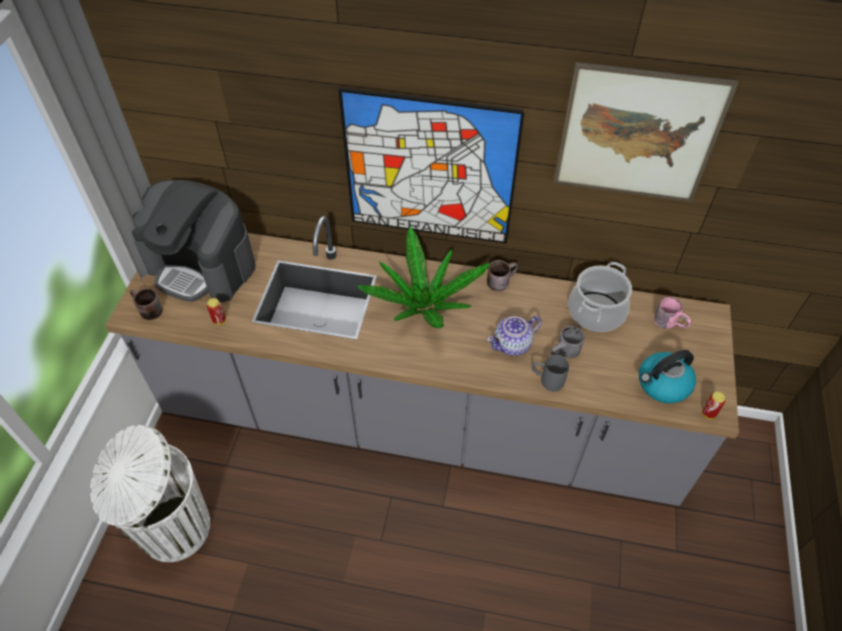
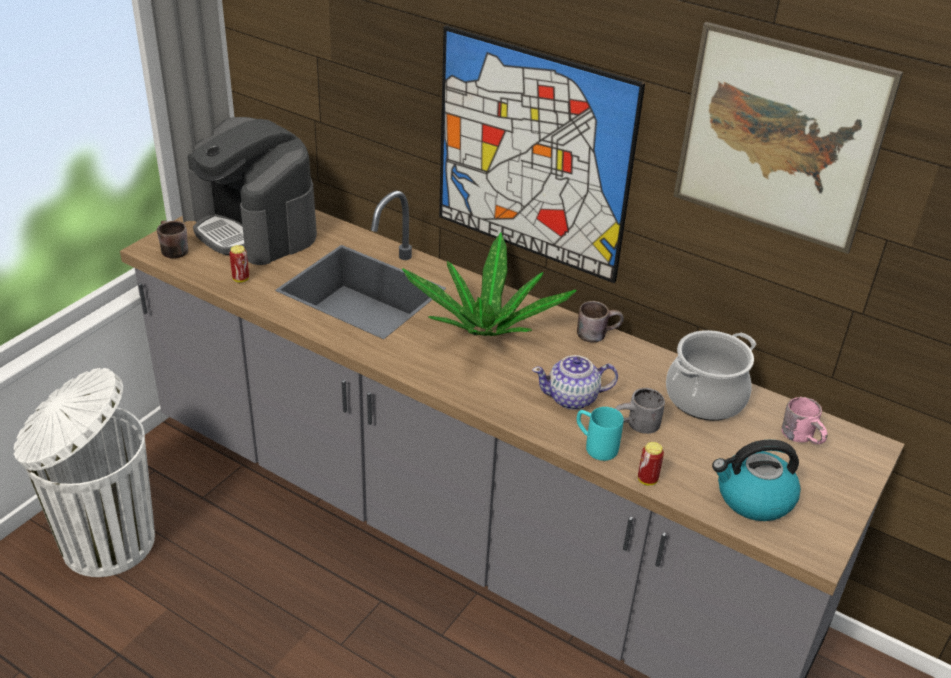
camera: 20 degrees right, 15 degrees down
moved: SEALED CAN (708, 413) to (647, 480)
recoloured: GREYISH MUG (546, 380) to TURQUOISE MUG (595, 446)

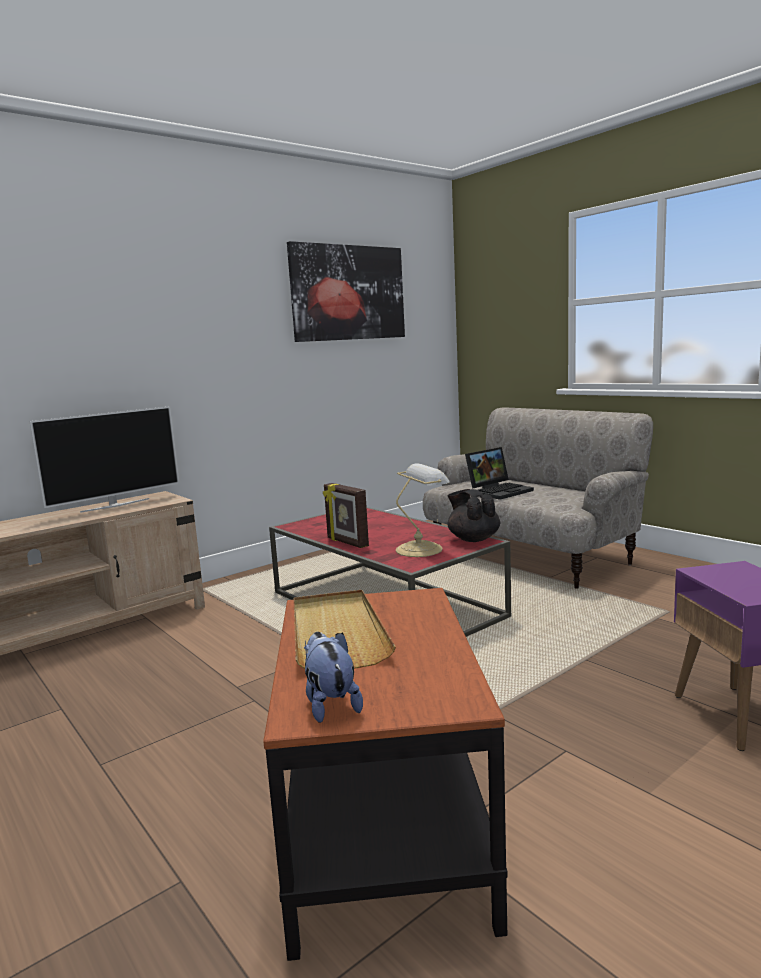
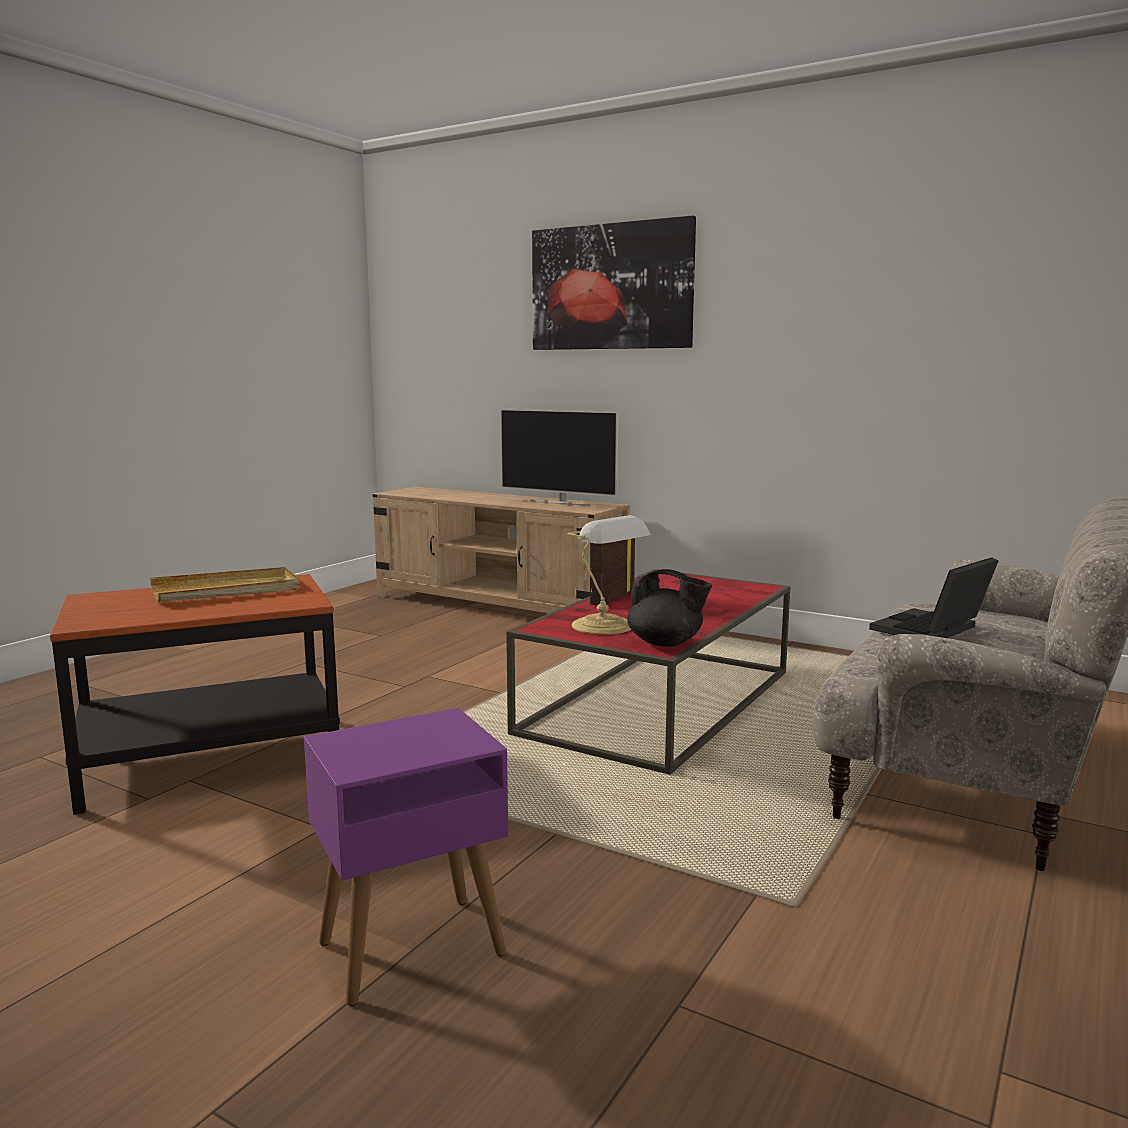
camera: 70 degrees right, 0 degrees up
removed: SOFT TOY (330, 704)
moved: WALL PICTURE (348, 293) to (611, 287)
turned: BLACK-COLOURED POT FOR TEA (473, 539) = (666, 643) 75 degrees clockwise; PORTABLE COMPUTER (499, 491) = (931, 630) 105 degrees clockwise

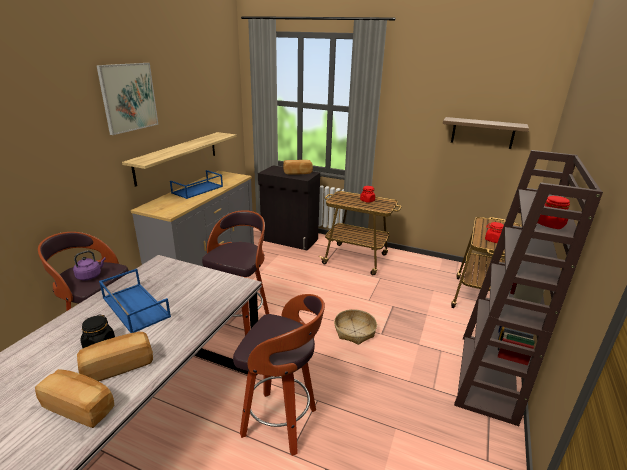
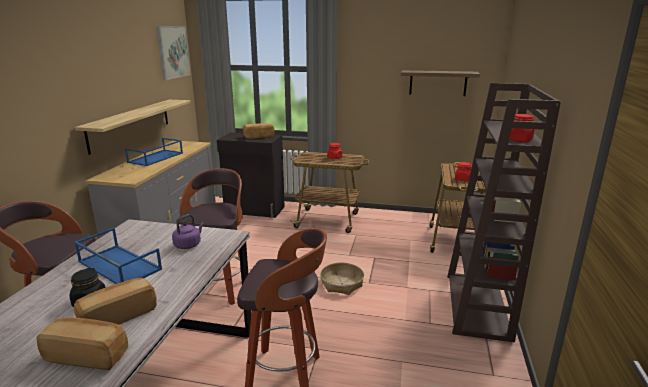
camera: 10 degrees left, 5 degrees down
moved: WALL PICTURE (129, 97) to (173, 52); PURPLE TEA KETTLE (90, 276) to (188, 244)

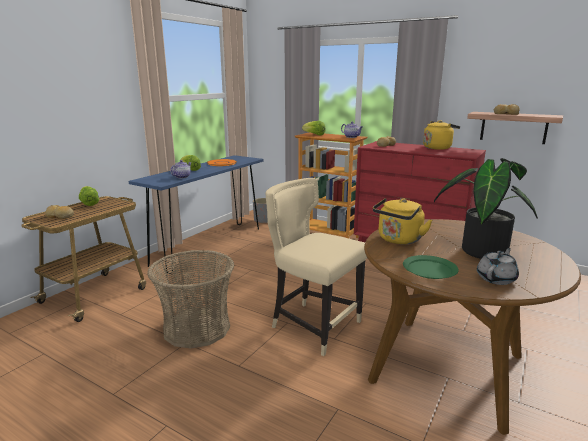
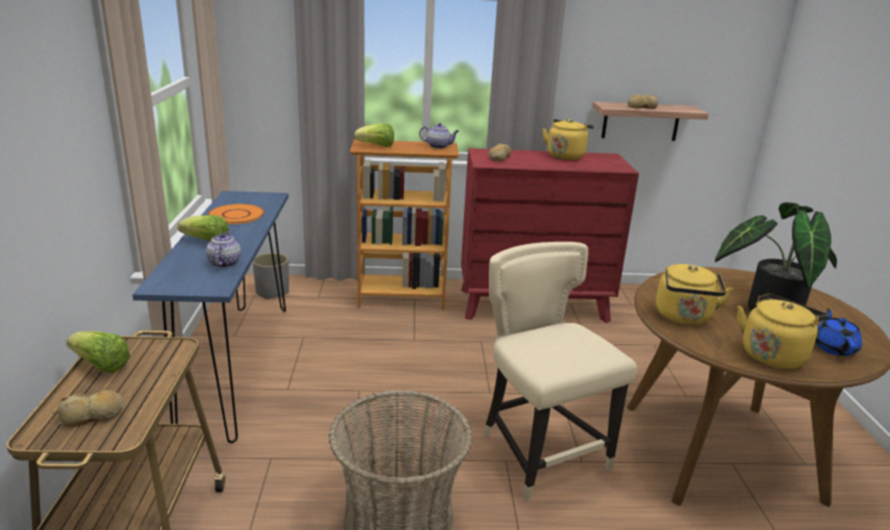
camera: 35 degrees left, 5 degrees up
replaced: GREEN PLATE (430, 269) to YELLOW TEA KETTLE (773, 355)
recoloured: GREYISH POT FOR TEA (496, 278) to BLUE-COLOURED POT FOR TEA (833, 347)
turned: BEIGE UPRIGHT CHAIR (313, 325) = (540, 452) 60 degrees clockwise

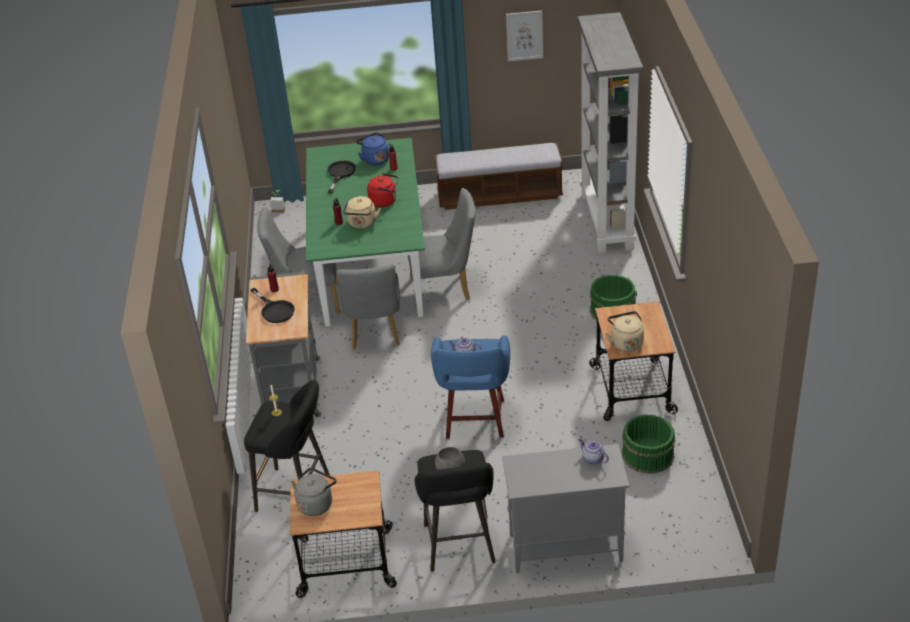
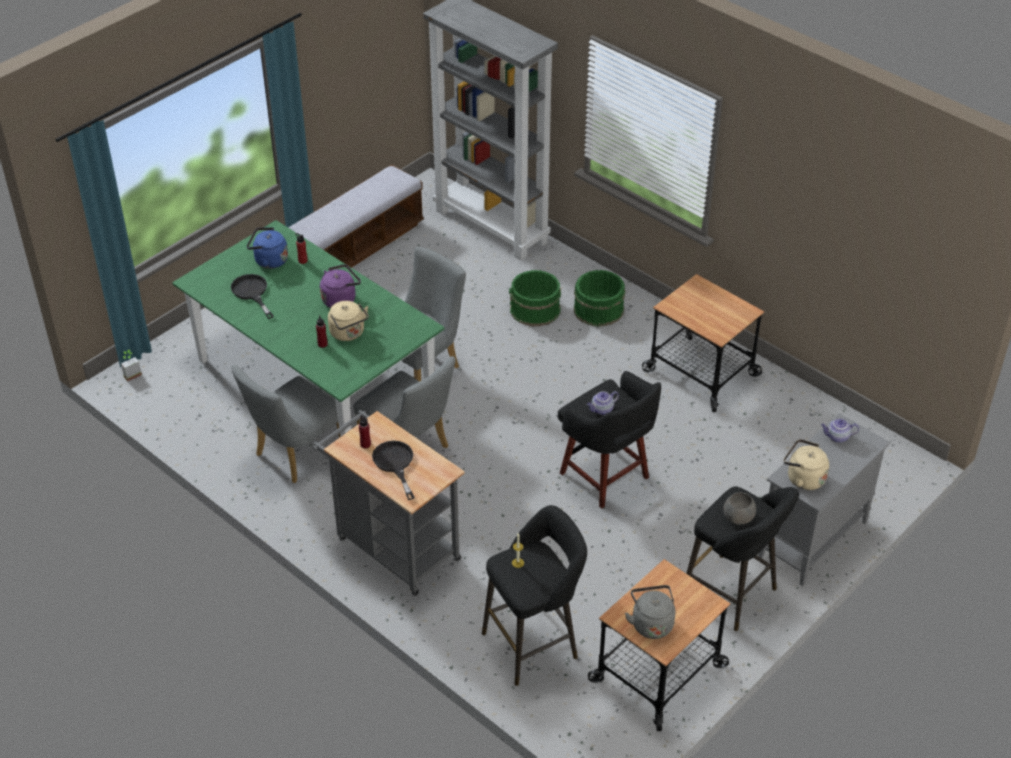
camera: 45 degrees left, 5 degrees up
removed: WALL PICTURE (524, 35)
moved: GREEN PAIL (647, 455) to (535, 310); BEIGE TEA KETTLE (625, 342) to (803, 478)
recoloured: RED-COLOURED TEA KETTLE (385, 201) to PURPLE TEA KETTLE (340, 299); BLUE-COLOURED STOOL SEAT (475, 421) to BLACK-COLOURED STOOL SEAT (606, 477)
turned: BLACK-COLOURED FRYING PAN (275, 310) = (395, 464) 120 degrees counterclockwise

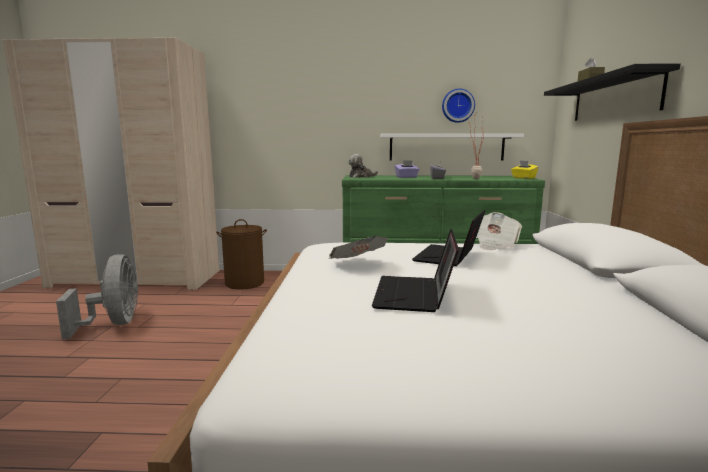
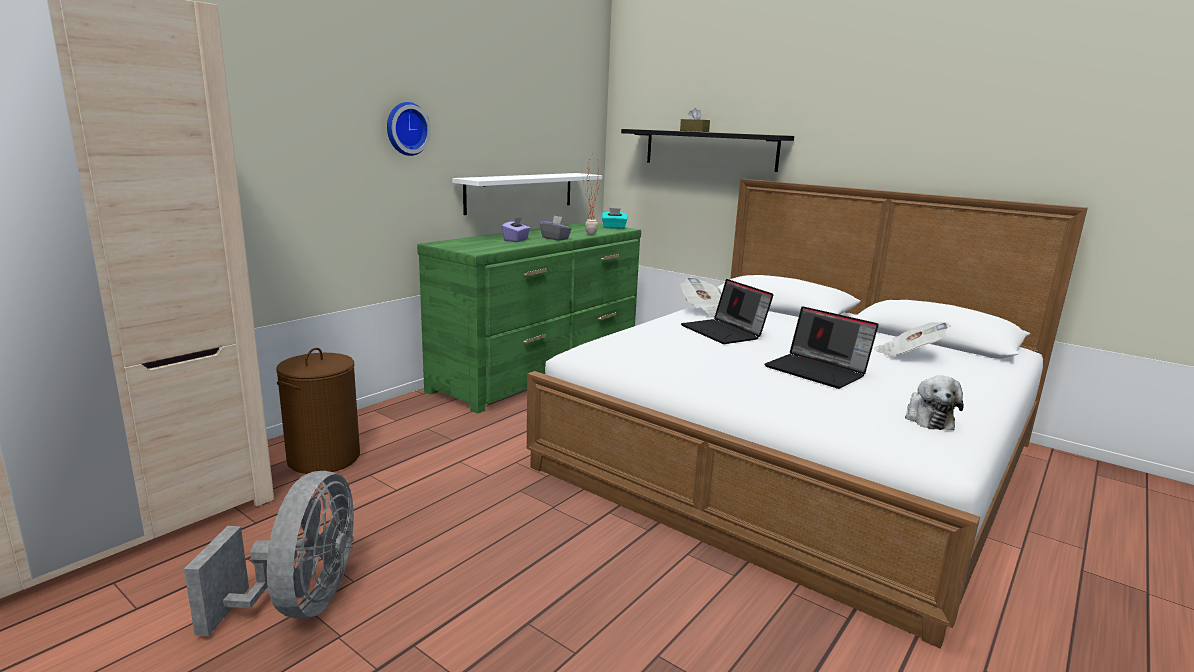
camera: 55 degrees left, 5 degrees up
moved: HANGING CLOCK (457, 105) to (406, 129); NEWSPAPER (357, 264) to (908, 355); SOFT TOY (361, 176) to (928, 418)
recoloured: YELLOW BOX OF TISSUES (523, 178) to TURQUOISE BOX OF TISSUES (614, 227)
turned: GREYISH FAN (113, 324) = (299, 603) 75 degrees clockwise

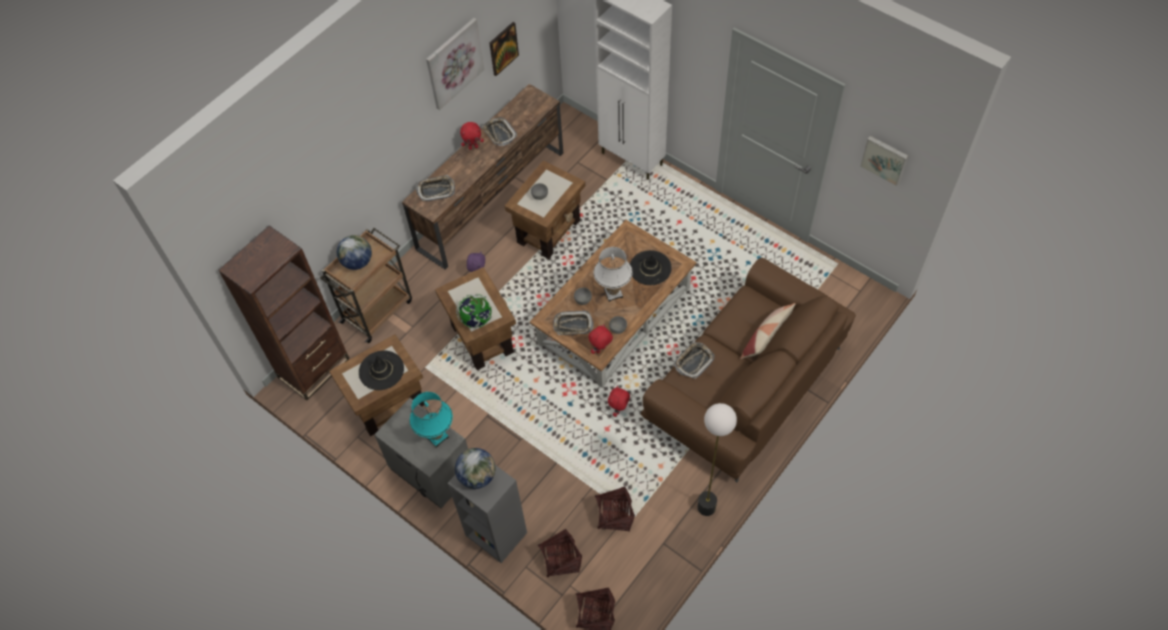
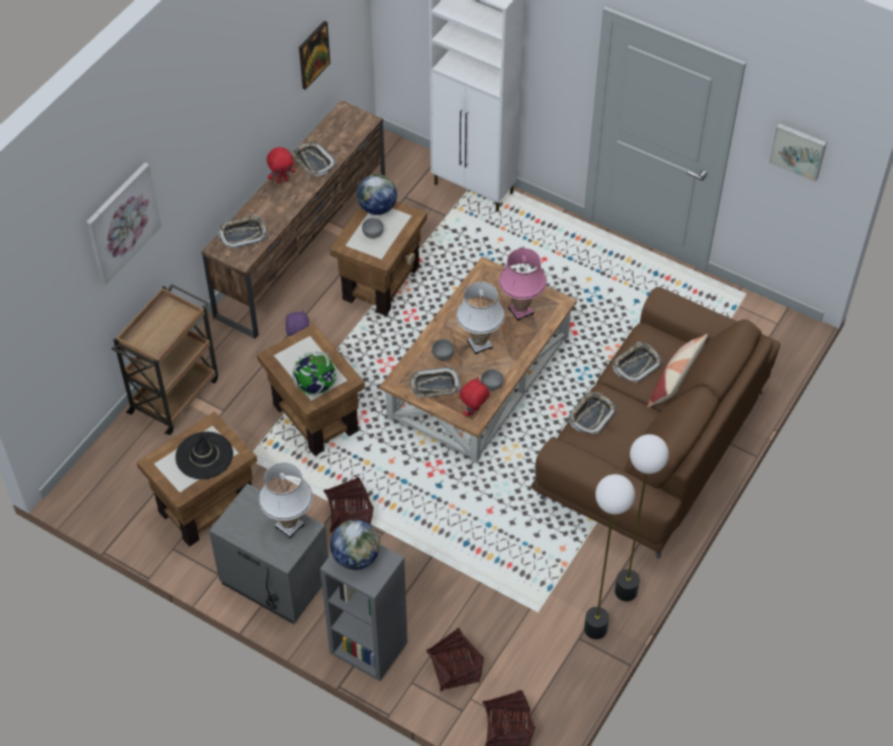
camera: 10 degrees left, 5 degrees down
removed: BROWN-COLOURED SHELVING UNIT (314, 368); RED-COLOURED SOFT TOY (619, 410)
added: FLOOR LAMP (595, 629); TRAY (636, 364)
moved: WALL PICTURE (454, 63) to (122, 222); HOUSEHOLD BASKET (614, 516) to (349, 516); GLOBE (357, 262) to (377, 208)
replaced: BLACK-COLOURED WEARABLE HAT (650, 268) to PINK-COLOURED TABLETOP LAMP (521, 311)
recoloured: TURQUOISE TABLETOP LAMP (437, 437) to WHITE-COLOURED TABLETOP LAMP (289, 526)

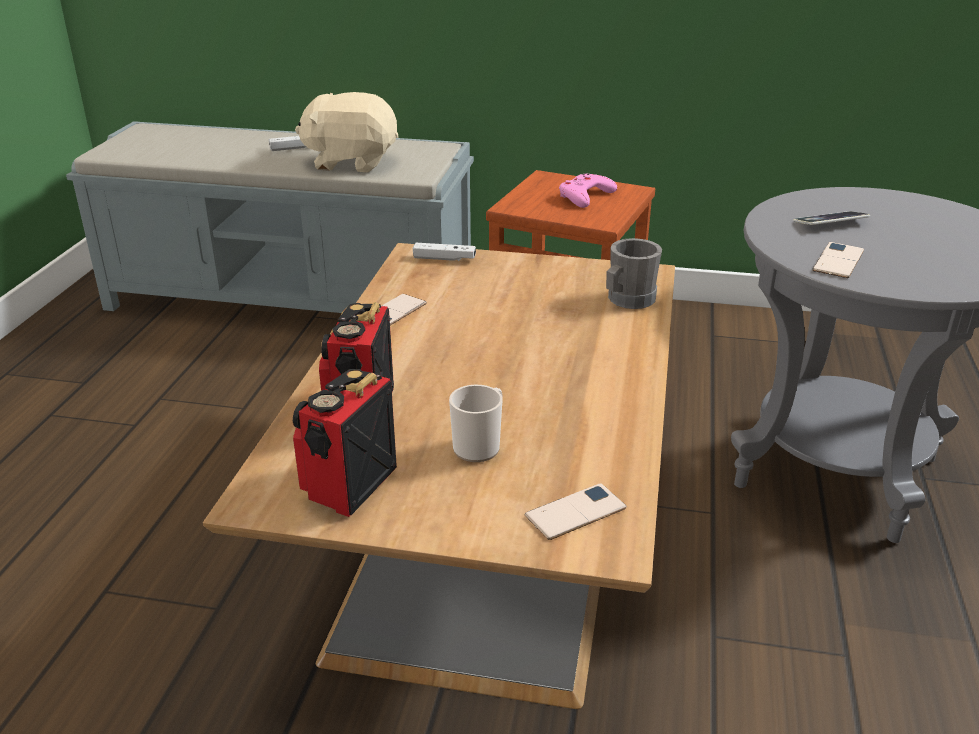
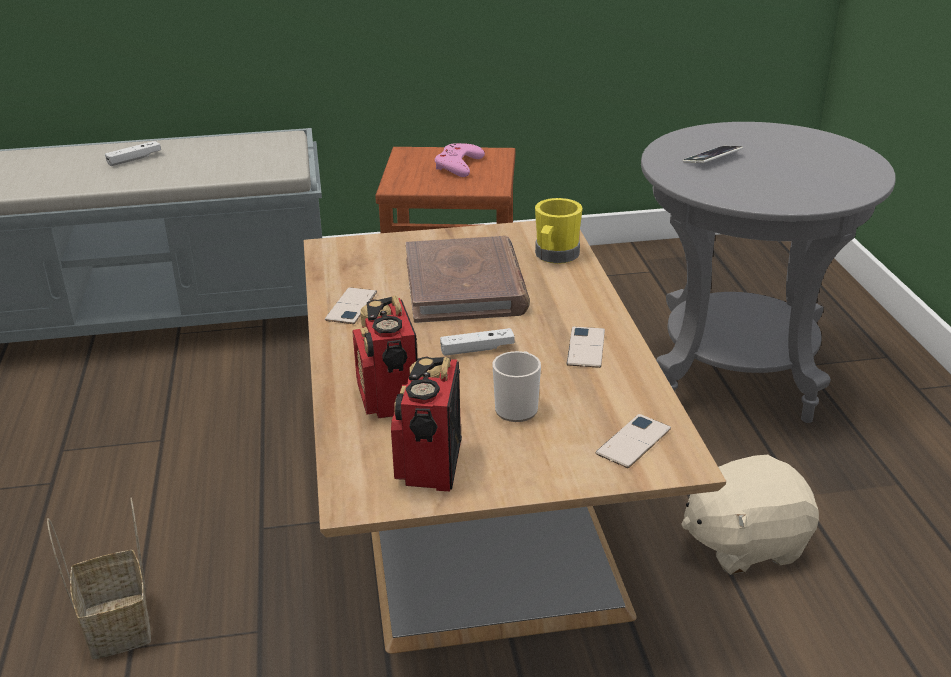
camera: 20 degrees left, 0 degrees up
added: HOUSEHOLD BASKET (119, 627); BROWN-COLOURED BOUND BOOK (465, 286)
moved: WHITE-COLOURED JOYPAD (444, 258) to (477, 349); PHONE (838, 261) to (586, 348); BEIGE SOFT TOY (351, 162) to (744, 543)
recoloured: GREYISH MUG (627, 300) to YELLOW MUG (555, 256)

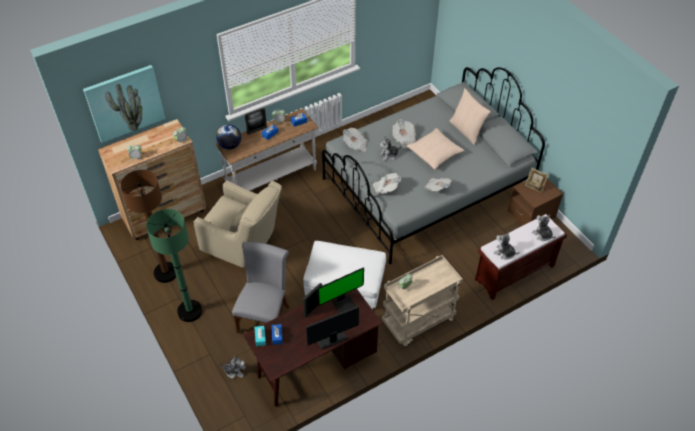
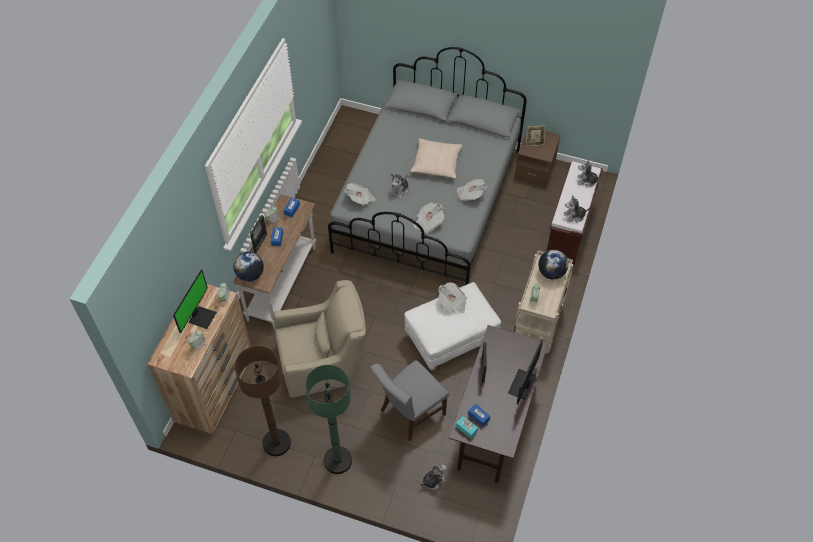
camera: 40 degrees left, 5 degrees up
removed: WALL PICTURE (125, 103); BEIGE CUSHION (467, 130)
added: GLOBE (551, 273)
moved: COMPUTER SCREEN (344, 304) to (201, 317); NEWSPAPER (404, 138) to (452, 303)
turned: GREYISH UPRIGHT CHAIR (265, 316) = (409, 414) 105 degrees counterclockwise

